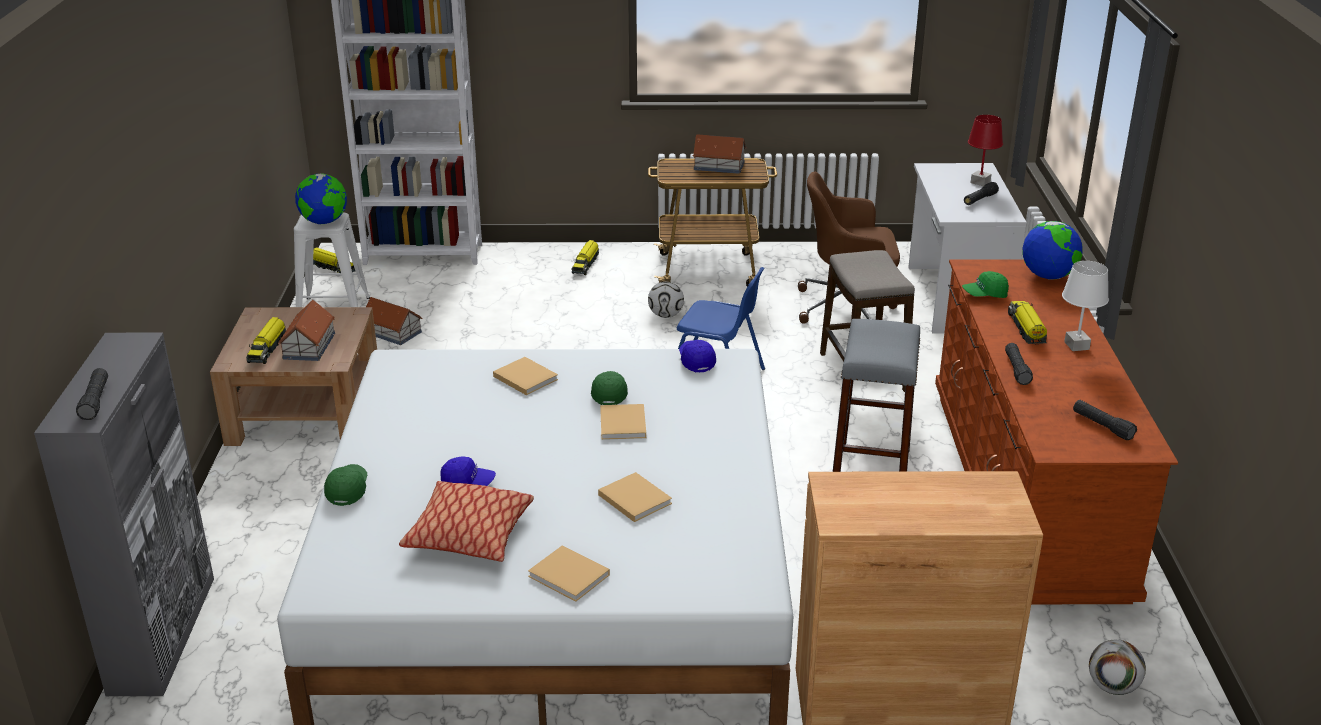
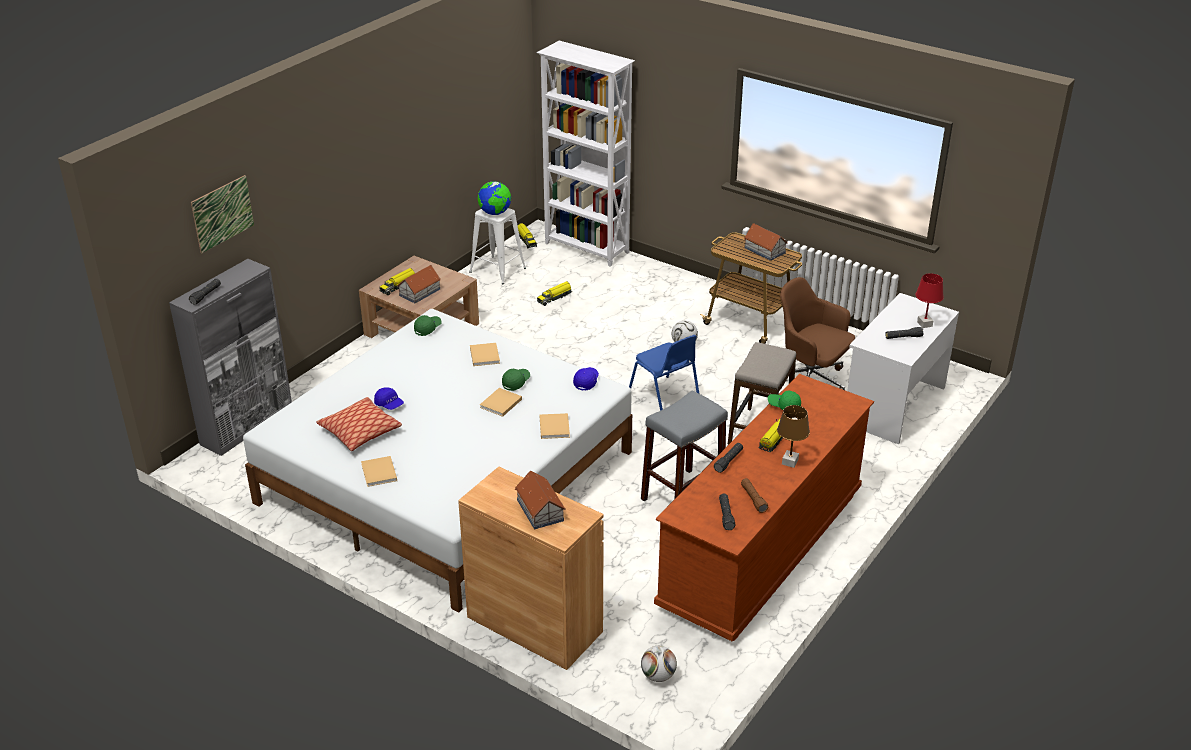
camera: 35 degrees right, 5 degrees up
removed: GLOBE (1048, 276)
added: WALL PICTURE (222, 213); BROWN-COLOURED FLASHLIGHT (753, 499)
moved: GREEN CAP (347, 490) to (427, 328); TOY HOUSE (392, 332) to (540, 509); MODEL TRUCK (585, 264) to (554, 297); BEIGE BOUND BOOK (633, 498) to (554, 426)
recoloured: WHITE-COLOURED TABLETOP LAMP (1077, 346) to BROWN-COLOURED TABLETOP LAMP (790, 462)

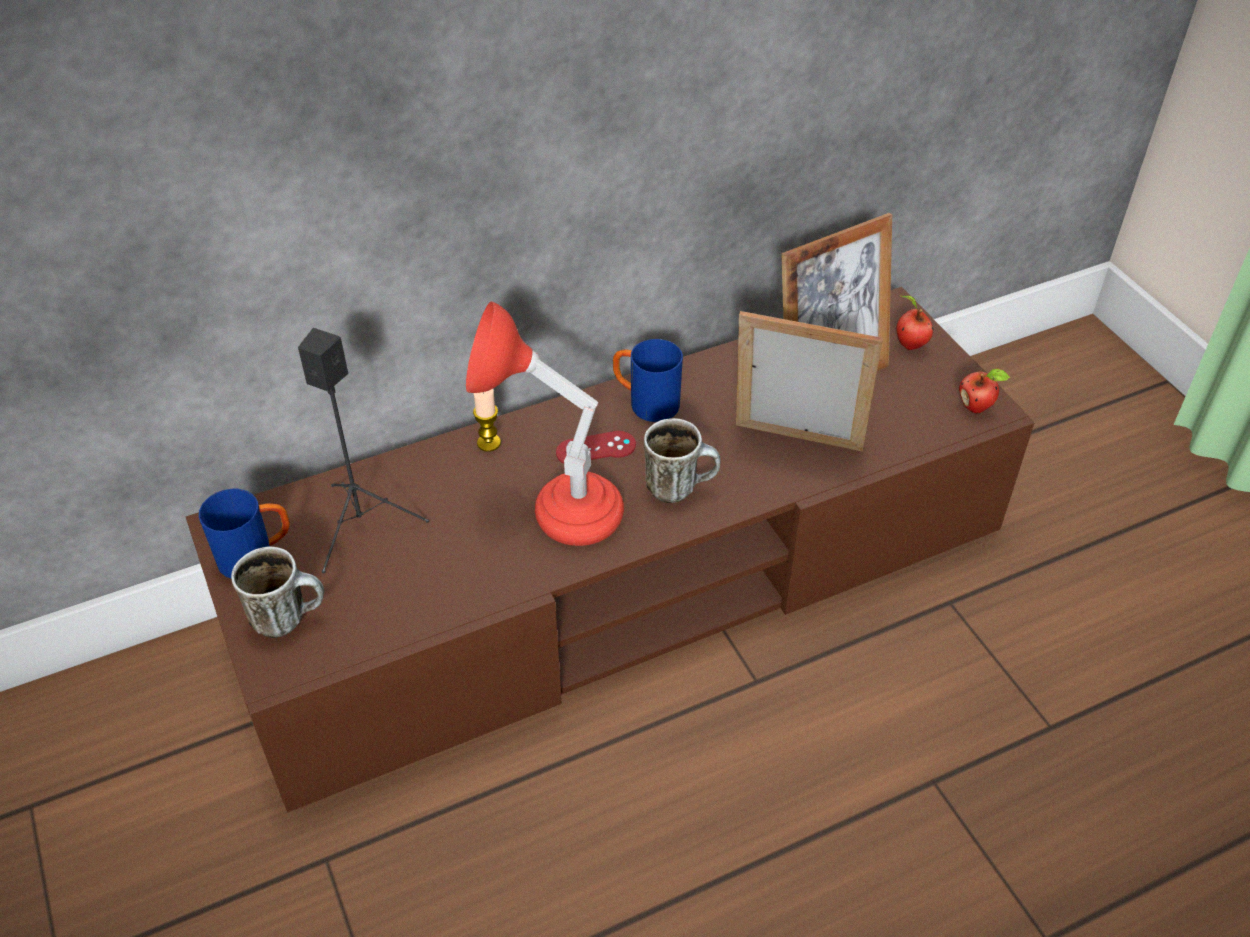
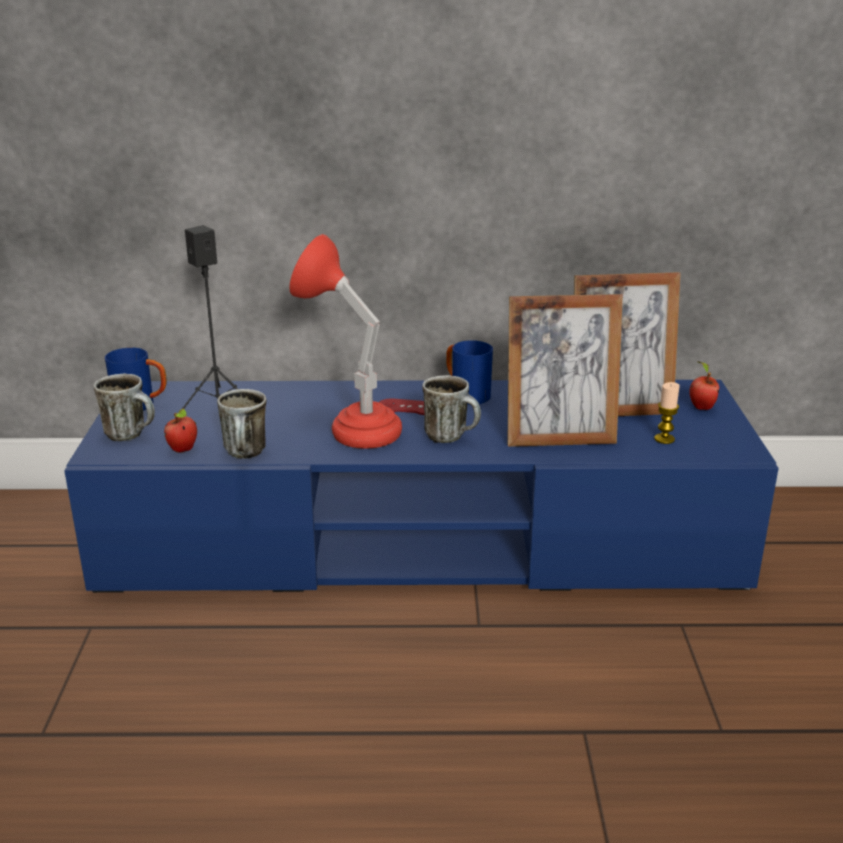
camera: 25 degrees right, 20 degrees down
added: MUG (247, 455)
moved: WHOLE APPLE (977, 407) to (183, 450); CANDLE (489, 443) to (664, 439)
recoloured: BROWN-COLOURED TV UNIT (625, 581) to BLUE-COLOURED TV UNIT (421, 542)
turned: STANDING FRAME (795, 448) = (559, 438) 135 degrees clockwise

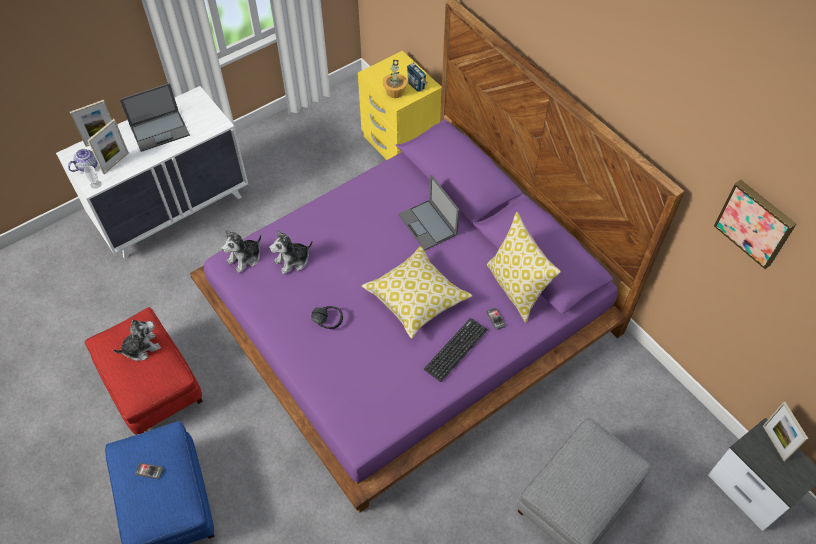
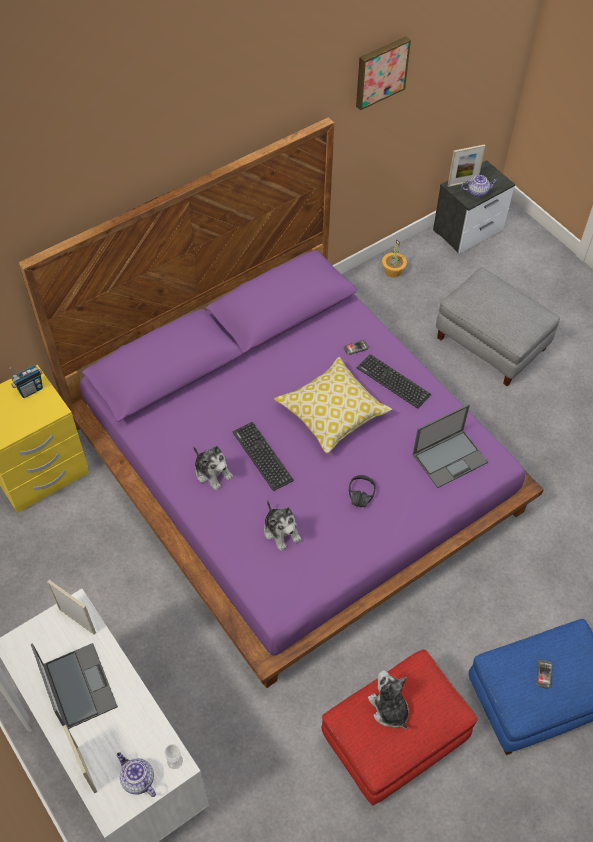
camera: 90 degrees left, 0 degrees up
removed: CUSHION (517, 288)
added: KEYBOARD (262, 456); POT FOR TEA (478, 192)
moved: STANDING FRAME (115, 163) to (77, 621); SOFT TOY (245, 258) to (212, 472); HOUSEPLANT (395, 91) to (392, 271); PORTABLE COMPUTER (428, 225) to (450, 458)

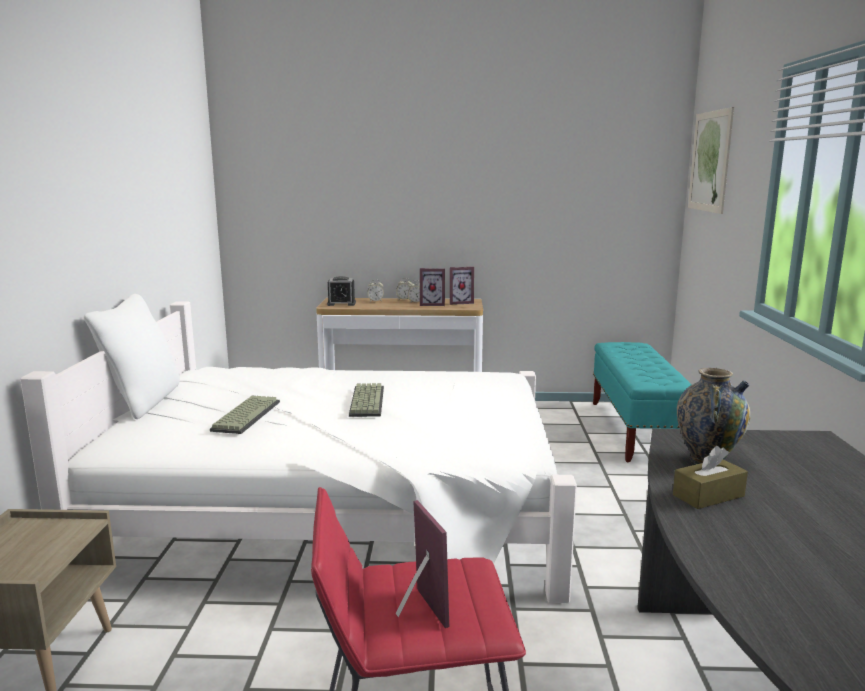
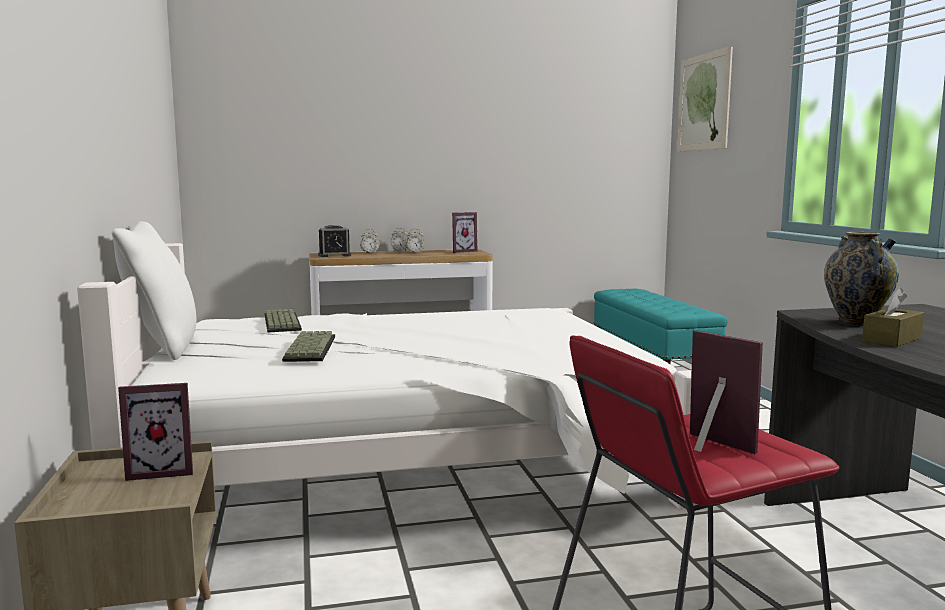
camera: 15 degrees left, 5 degrees down
moved: STANDING FRAME (432, 304) to (162, 471); KEYBOARD (365, 401) to (280, 322)

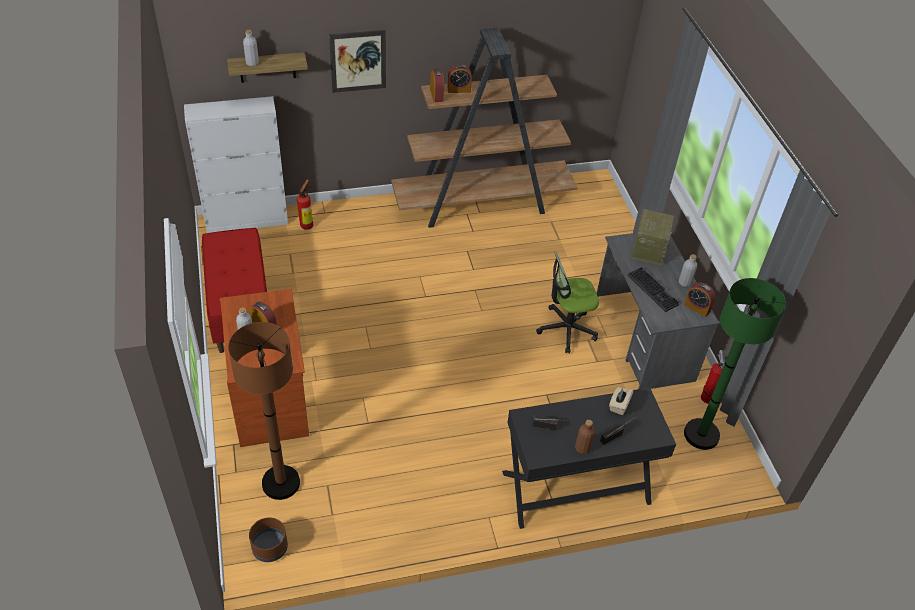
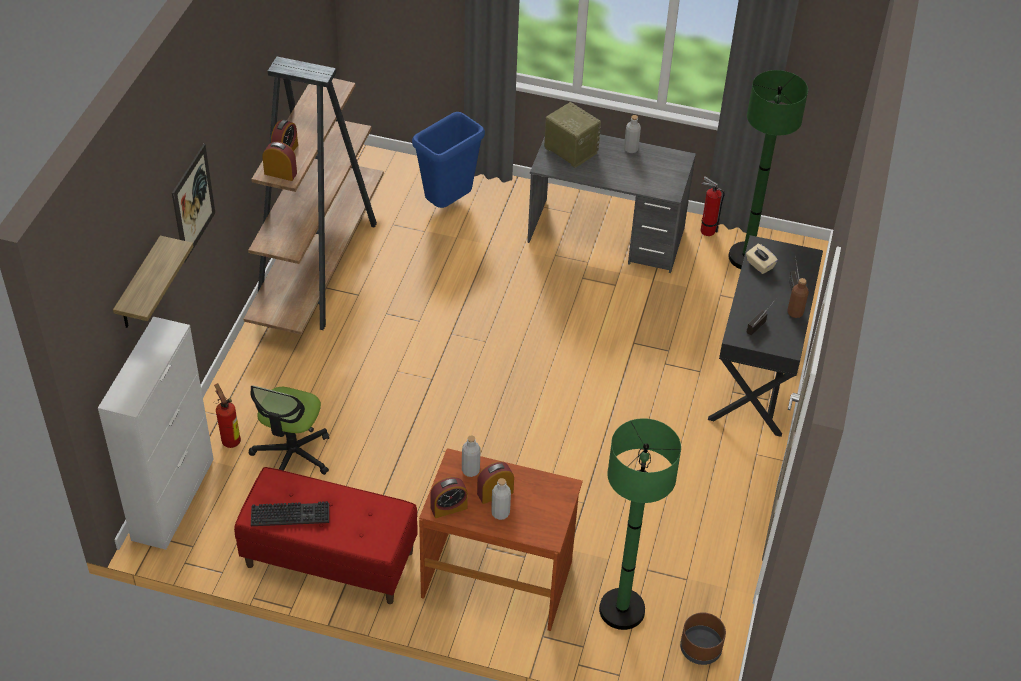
camera: 60 degrees left, 0 degrees up
added: BLUE-COLOURED RUBBISH BIN (448, 203)
moved: COMPUTER CHAIR (566, 329) to (292, 455); KEYBOARD (654, 290) to (291, 514); BEDSIDE CLOCK (697, 308) to (449, 508); GREYISH BOTTLE (252, 63) to (470, 470)
recoloured: BROWN-COLOURED FLOOR LAMP (281, 483) to GREEN FLOOR LAMP (622, 610)

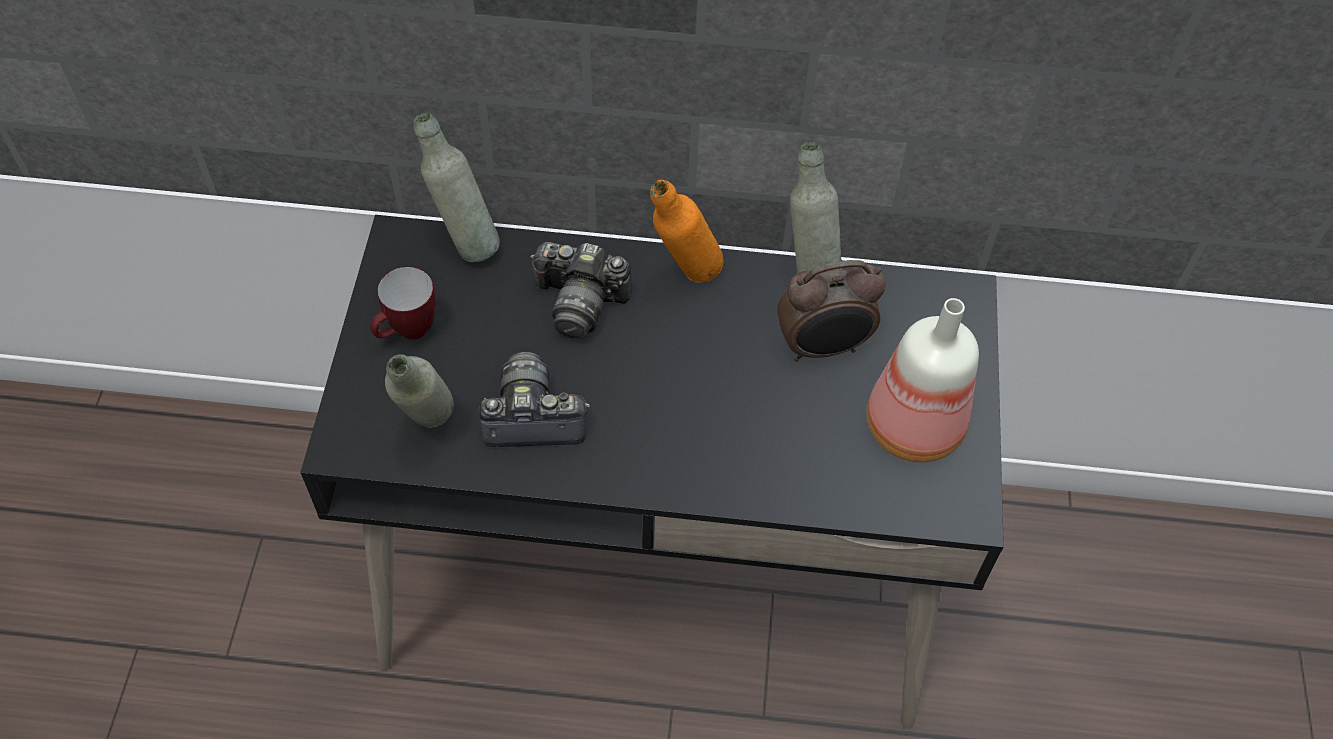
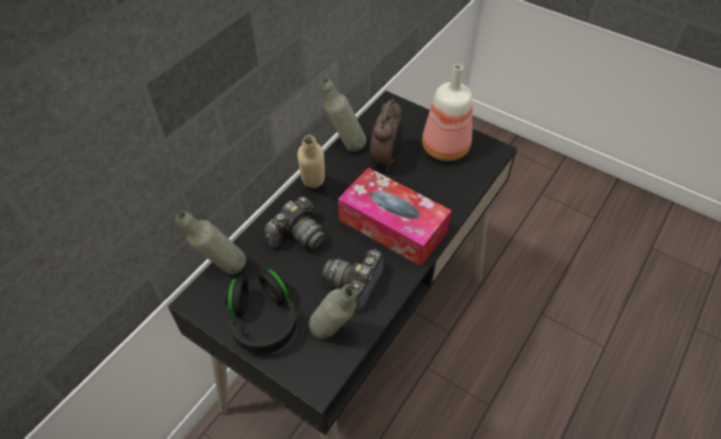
camera: 60 degrees left, 5 degrees down
added: BOX OF TISSUES (393, 225)
replaced: MUG (408, 333) to BLACK-COLOURED PAIR OF HEADPHONES (263, 321)
recoloured: ORANGEY BOTTLE (684, 279) to BEIGE BOTTLE (314, 190)

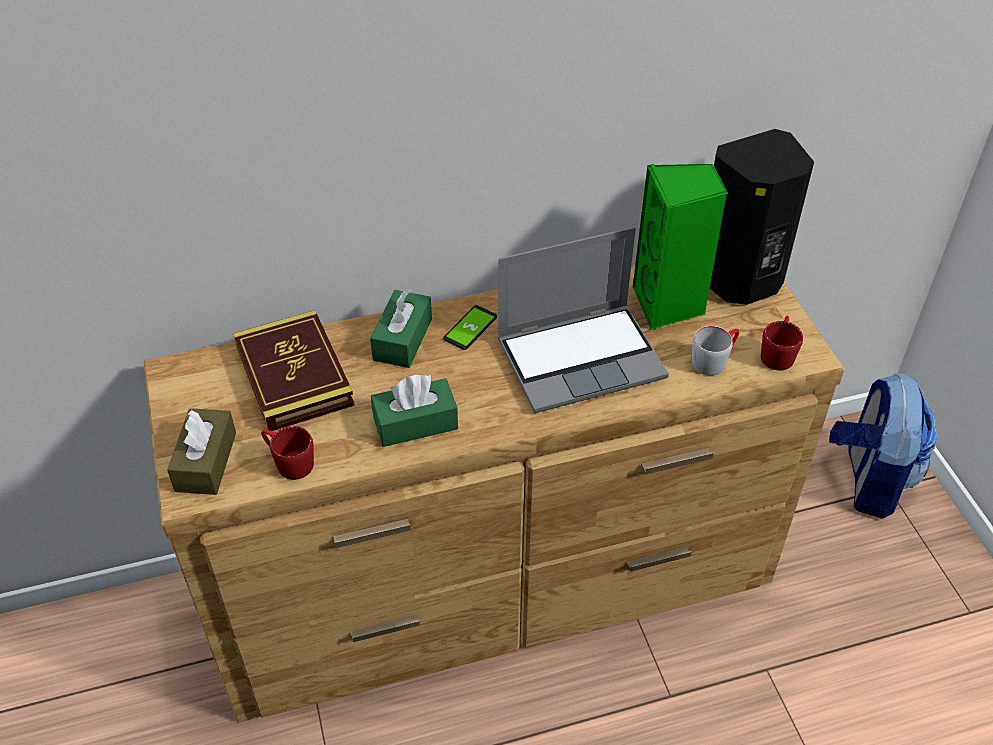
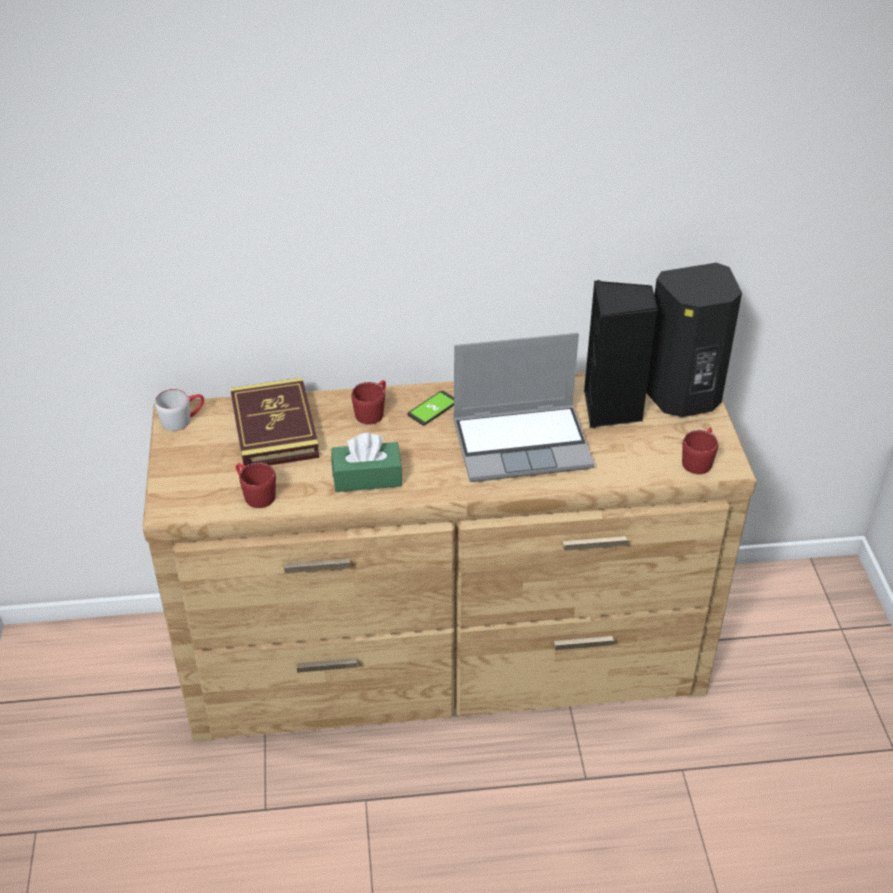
camera: 10 degrees right, 5 degrees down
removed: BROWN-COLOURED BOX OF TISSUES (206, 462); RUCKSACK (868, 479)
moved: GREYISH MUG (714, 359) to (182, 419)
replaced: GREEN BOX OF TISSUES (402, 339) to RED-COLOURED MUG (372, 411)
recoloured: GREEN LOUDSPEAKER (669, 305) to BLACK-COLOURED LOUDSPEAKER (612, 410)

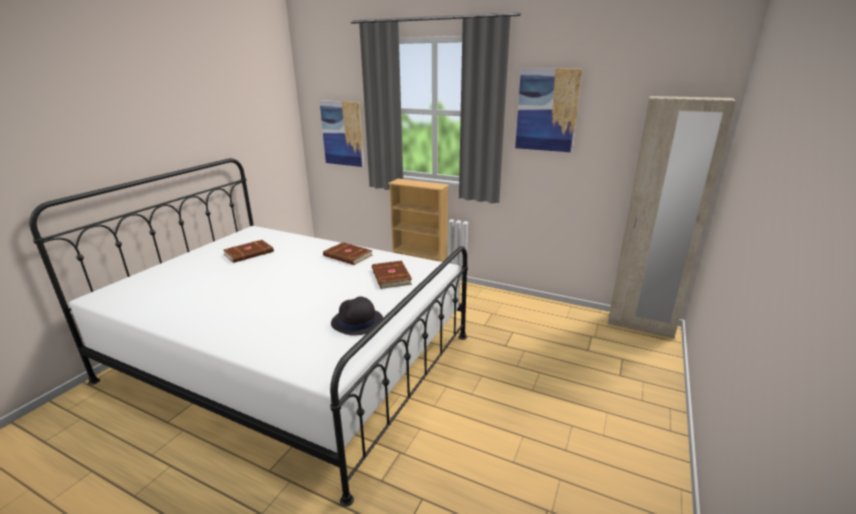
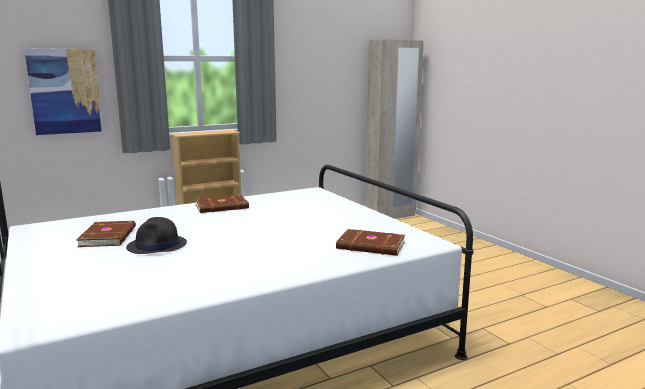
camera: 55 degrees left, 10 degrees down
removed: WALL PICTURE (547, 110)
moved: BLACK-COLOURED WEARABLE HAT (357, 322) to (157, 246); BROWN-COLOURED BOUND BOOK (390, 277) to (371, 246)

